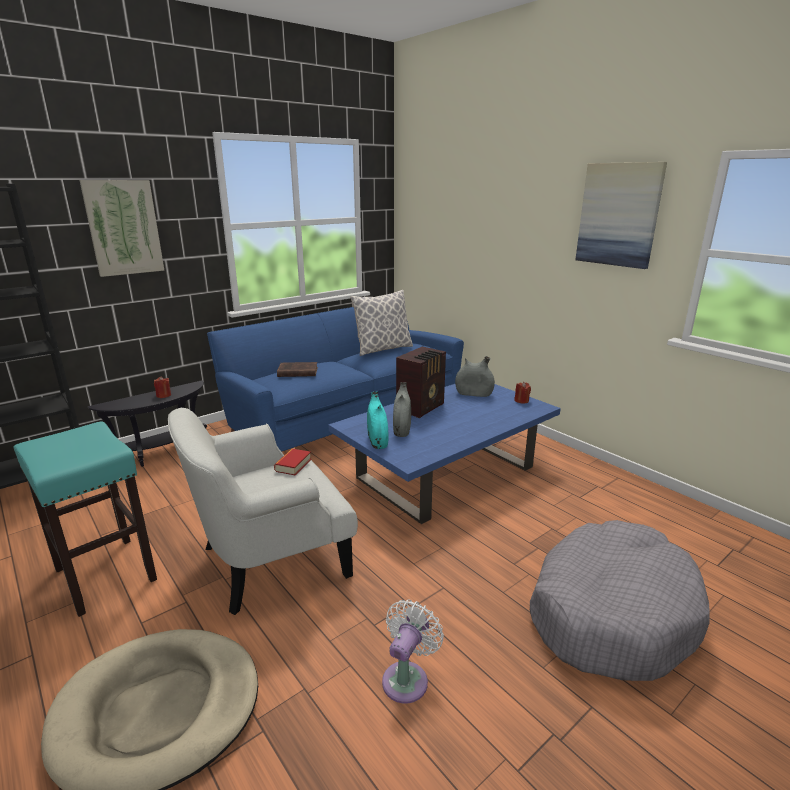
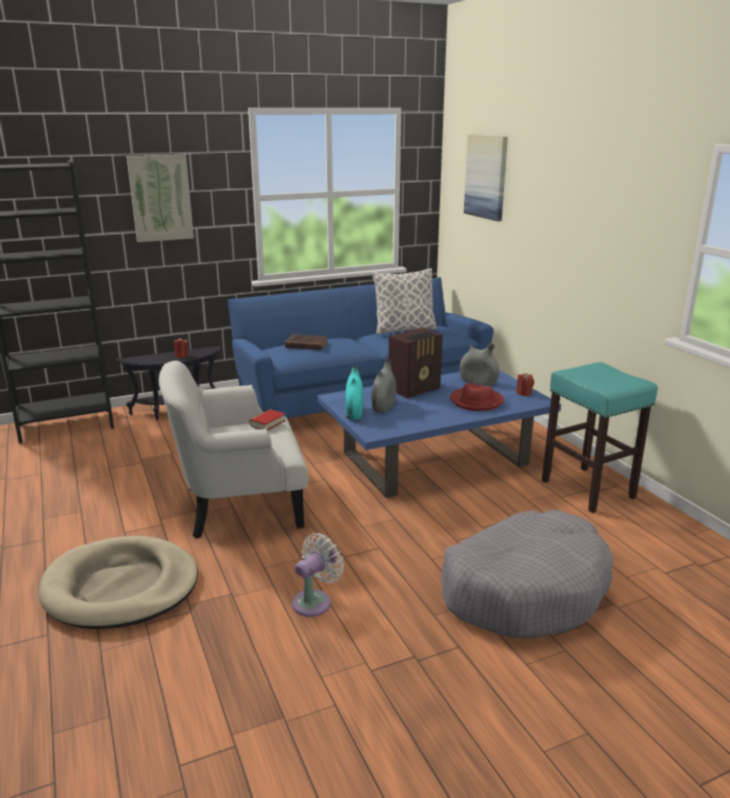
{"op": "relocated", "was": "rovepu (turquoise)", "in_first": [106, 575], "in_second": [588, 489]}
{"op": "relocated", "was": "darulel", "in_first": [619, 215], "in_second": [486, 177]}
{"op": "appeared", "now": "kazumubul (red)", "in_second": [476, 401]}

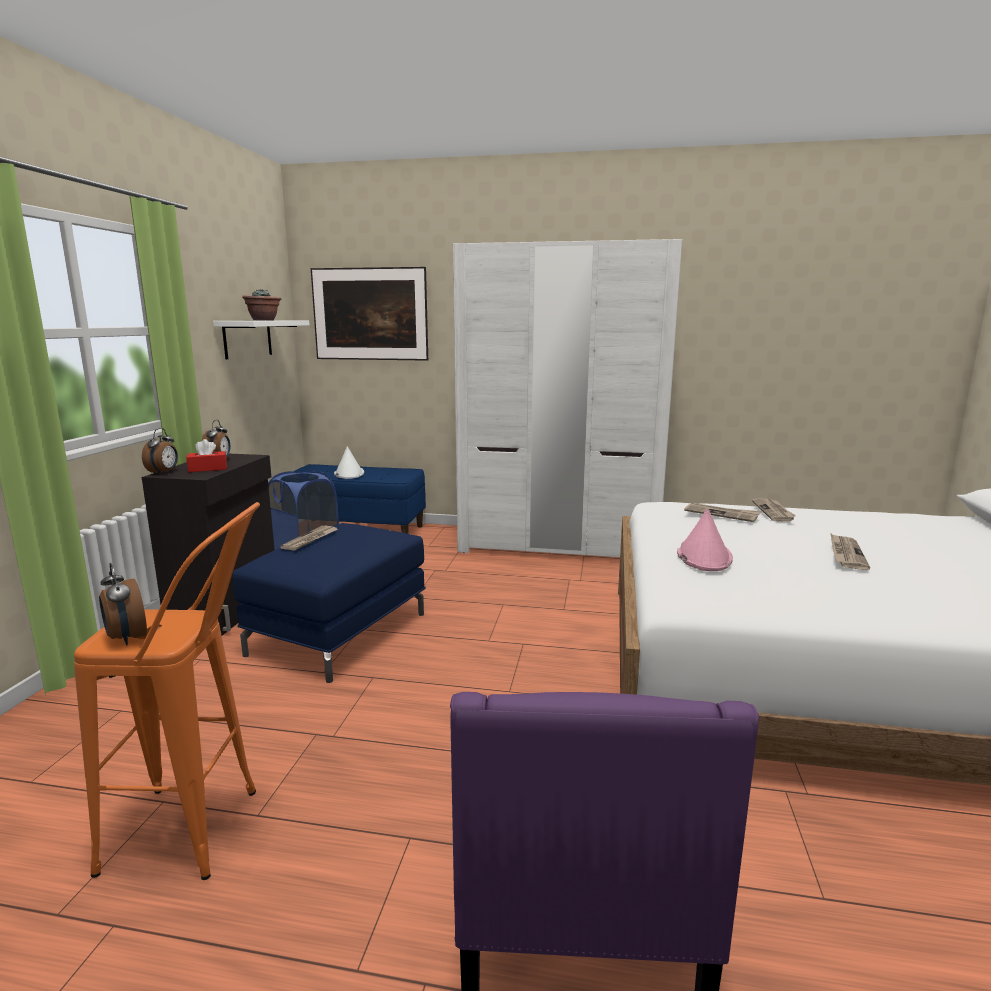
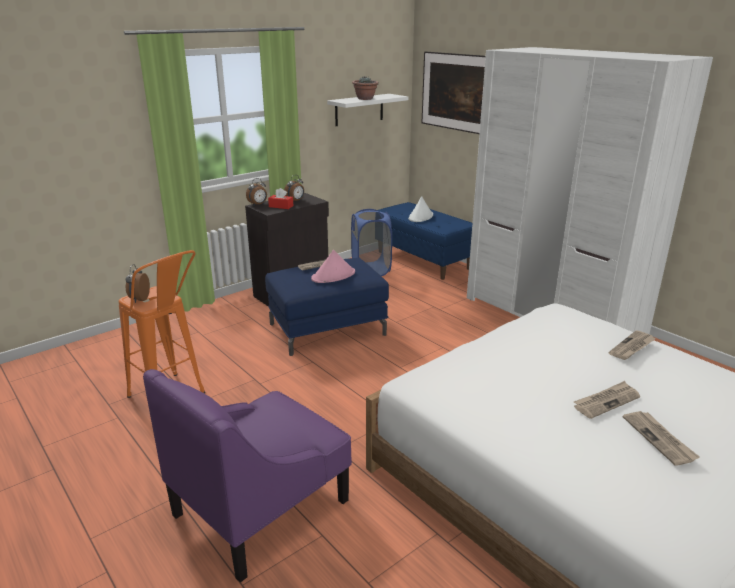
{"op": "relocated", "was": "kazumubul (pink)", "in_first": [703, 556], "in_second": [333, 276]}
{"op": "relocated", "was": "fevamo", "in_first": [722, 514], "in_second": [659, 439]}

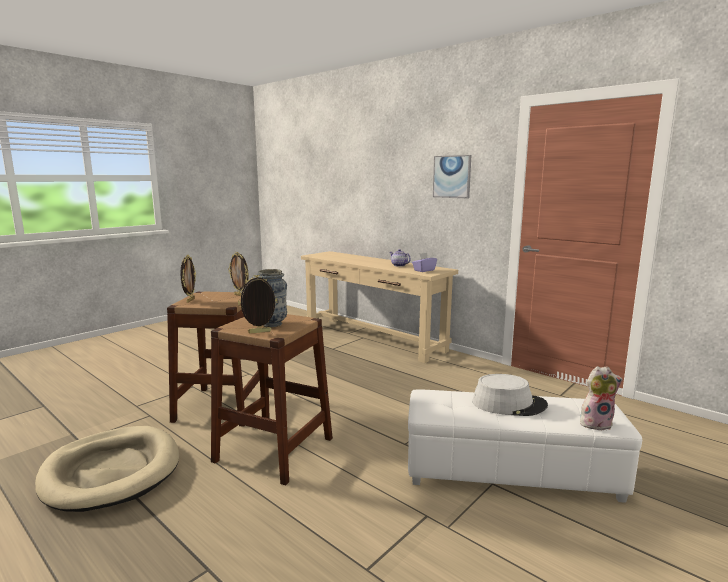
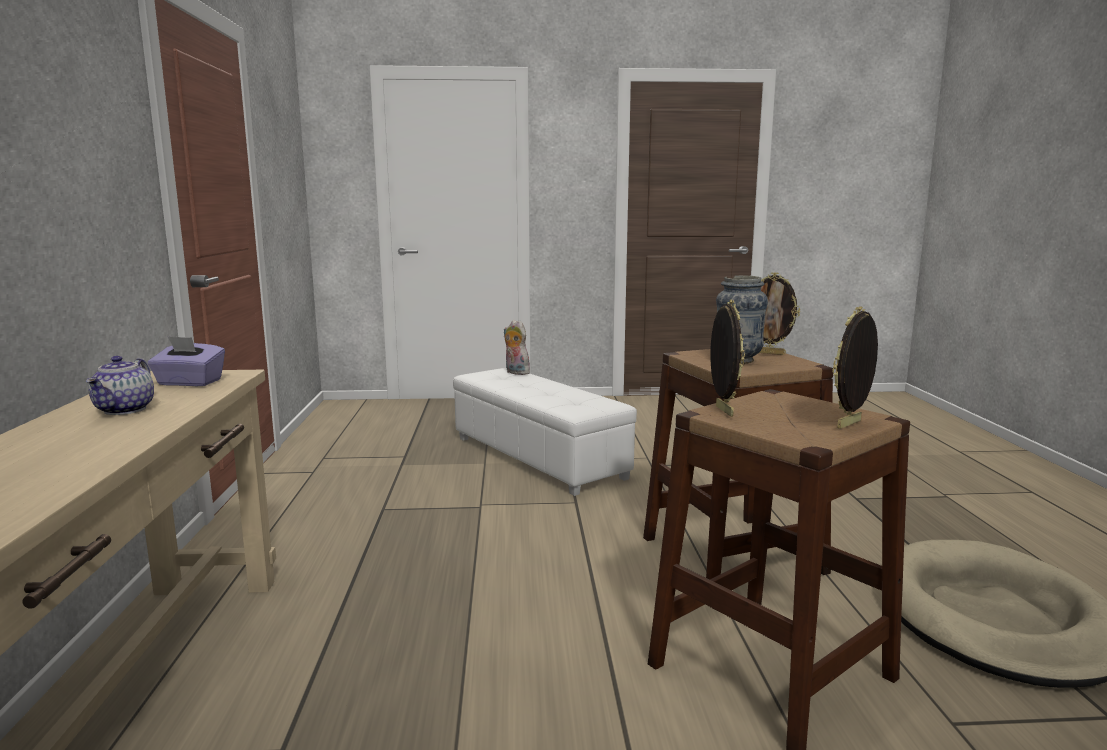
{"op": "missing", "was": "darulel", "in_first": [452, 176]}
{"op": "missing", "was": "kazumubul (grey)", "in_first": [509, 404]}

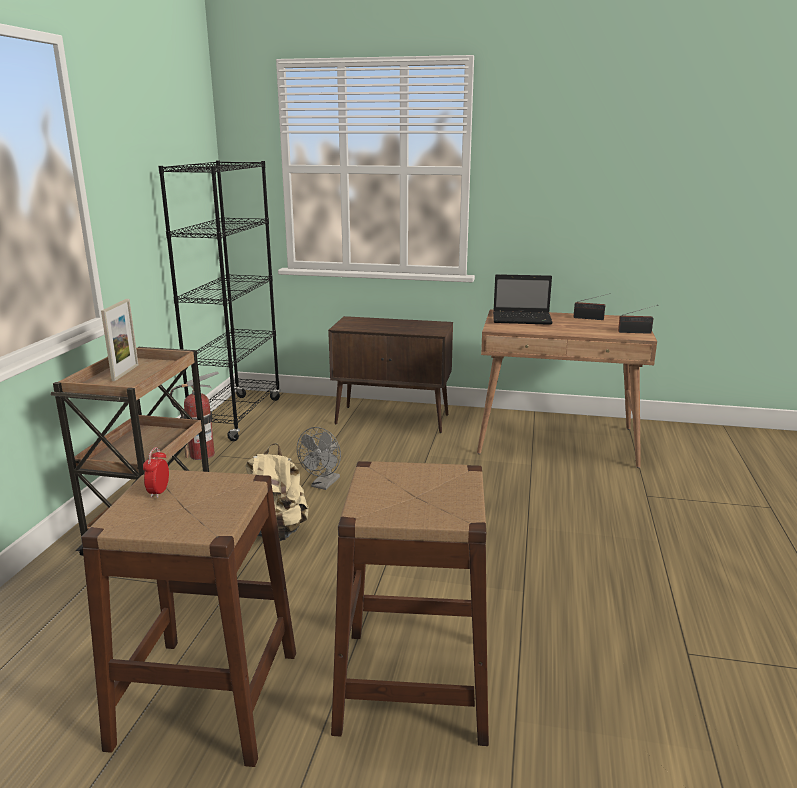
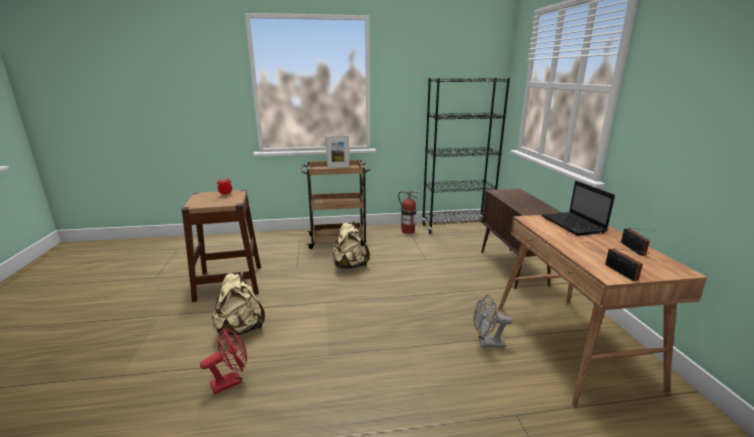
{"op": "relocated", "was": "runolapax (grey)", "in_first": [323, 485], "in_second": [487, 343]}
{"op": "exchanged", "was": "rovepu (brown)", "now": "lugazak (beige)", "in_first": [413, 683], "in_second": [240, 329]}
{"op": "appeared", "now": "runolapax (red)", "in_second": [231, 381]}

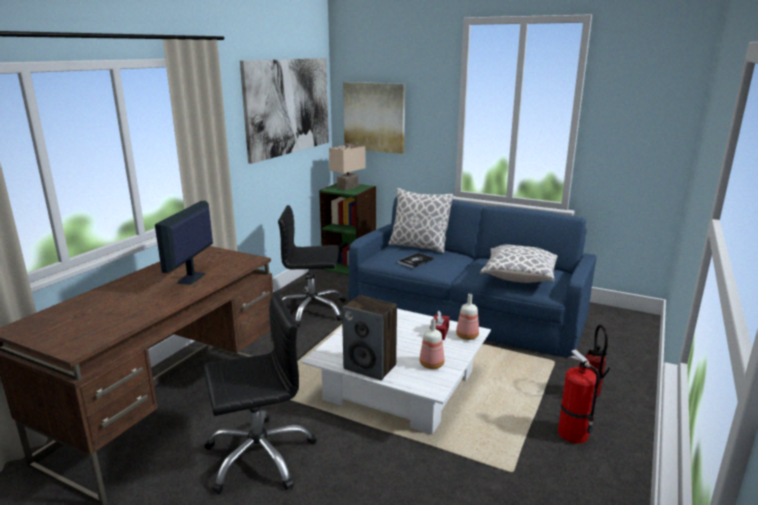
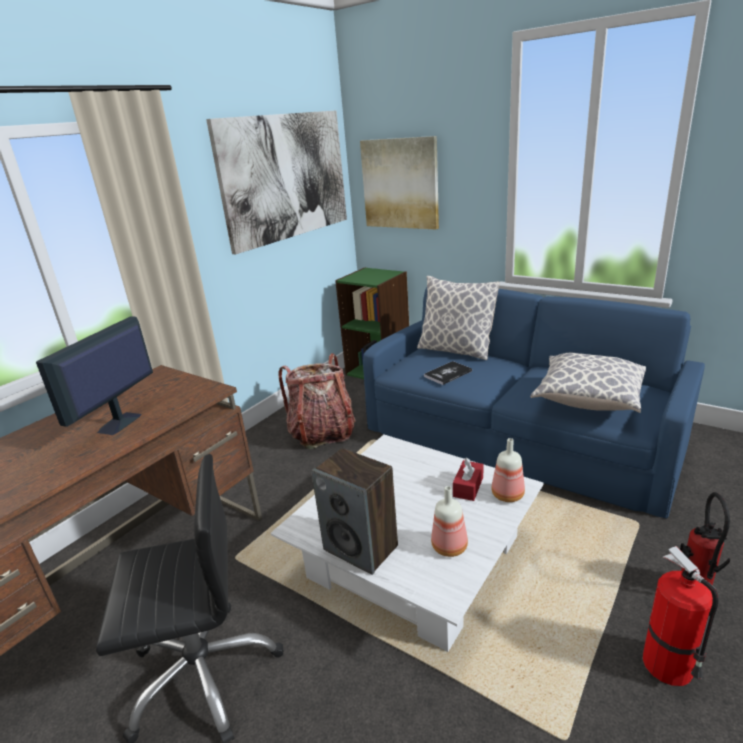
{"op": "exchanged", "was": "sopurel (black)", "now": "lugazak", "in_first": [312, 310], "in_second": [322, 433]}
{"op": "missing", "was": "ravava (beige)", "in_first": [348, 187]}

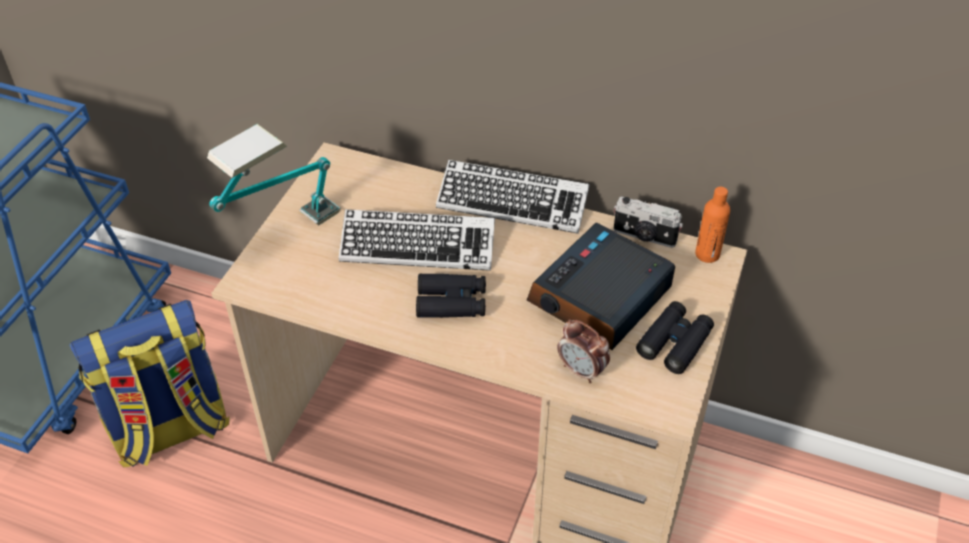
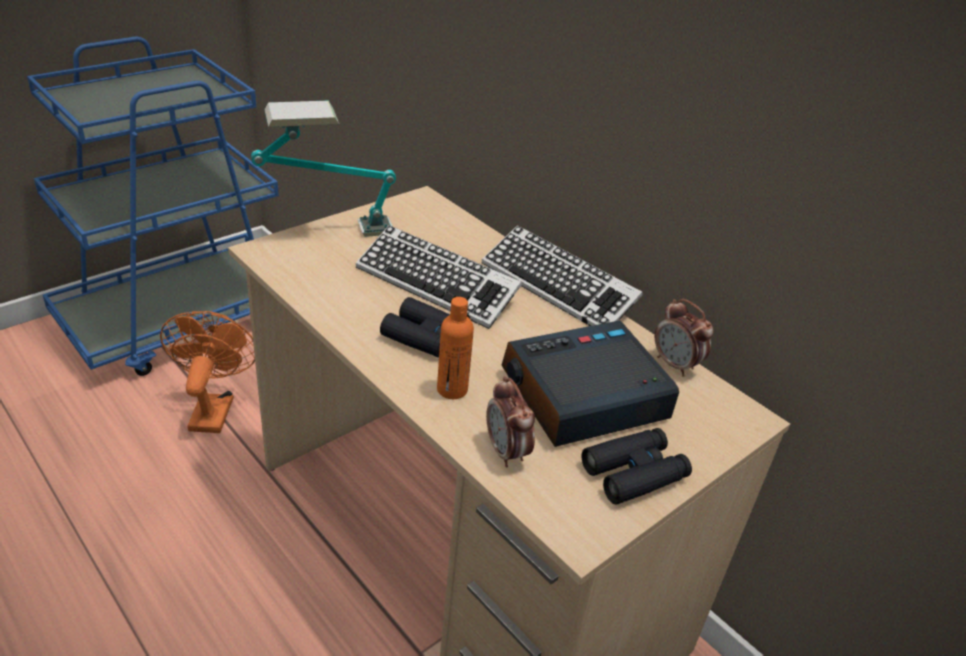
{"op": "exchanged", "was": "lugazak", "now": "runolapax (orange)", "in_first": [170, 430], "in_second": [213, 408]}
{"op": "exchanged", "was": "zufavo", "now": "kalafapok", "in_first": [644, 236], "in_second": [675, 365]}
{"op": "relocated", "was": "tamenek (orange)", "in_first": [707, 254], "in_second": [452, 389]}

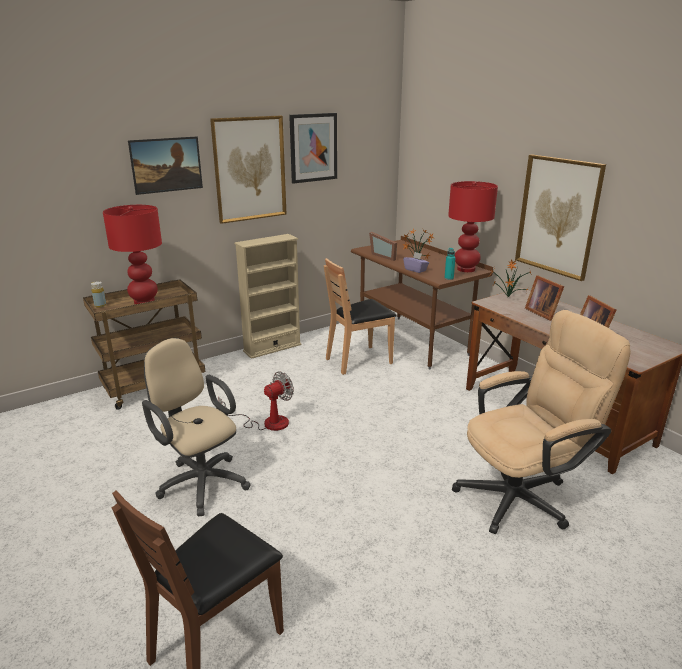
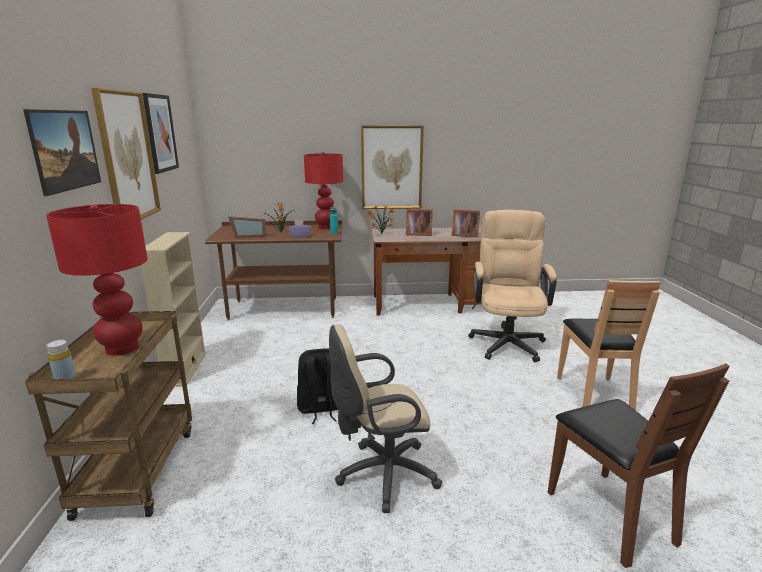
{"op": "exchanged", "was": "runolapax", "now": "lugazak (black)", "in_first": [267, 422], "in_second": [321, 408]}
{"op": "relocated", "was": "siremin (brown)", "in_first": [359, 360], "in_second": [594, 395]}

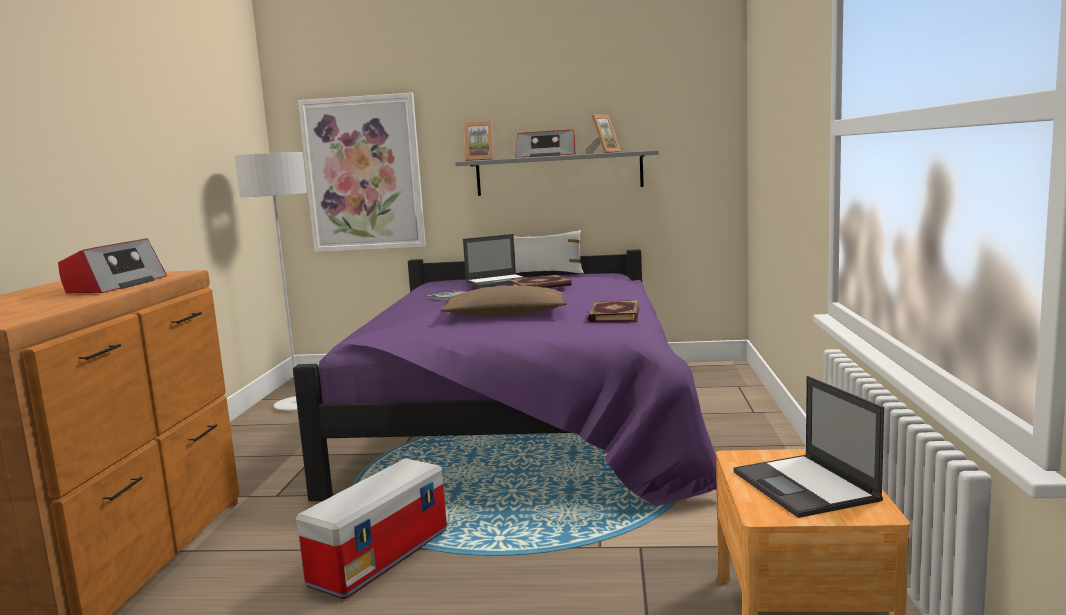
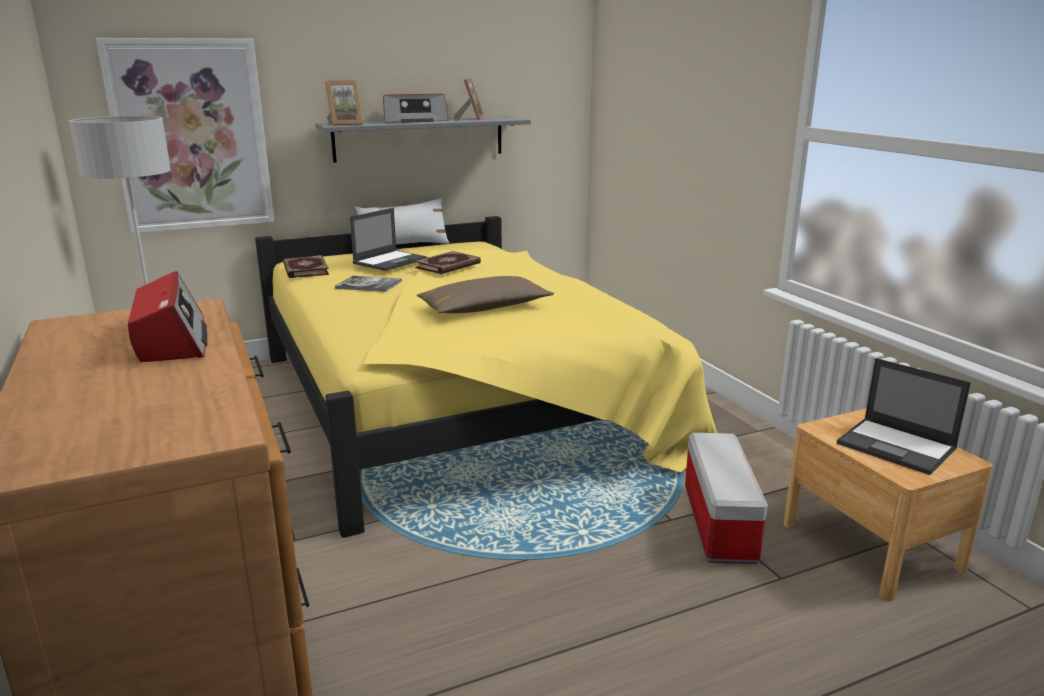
{"op": "colour", "was": "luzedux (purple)", "now": "luzedux (yellow)", "in_first": [525, 421], "in_second": [459, 404]}
{"op": "relocated", "was": "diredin", "in_first": [381, 556], "in_second": [717, 522]}
{"op": "relocated", "was": "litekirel", "in_first": [613, 315], "in_second": [305, 269]}

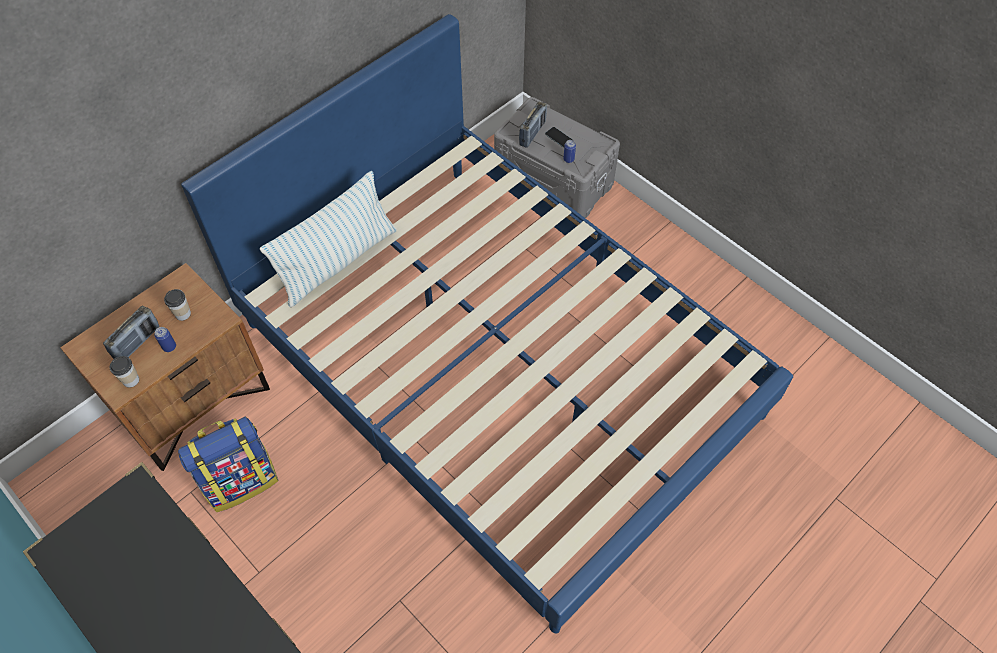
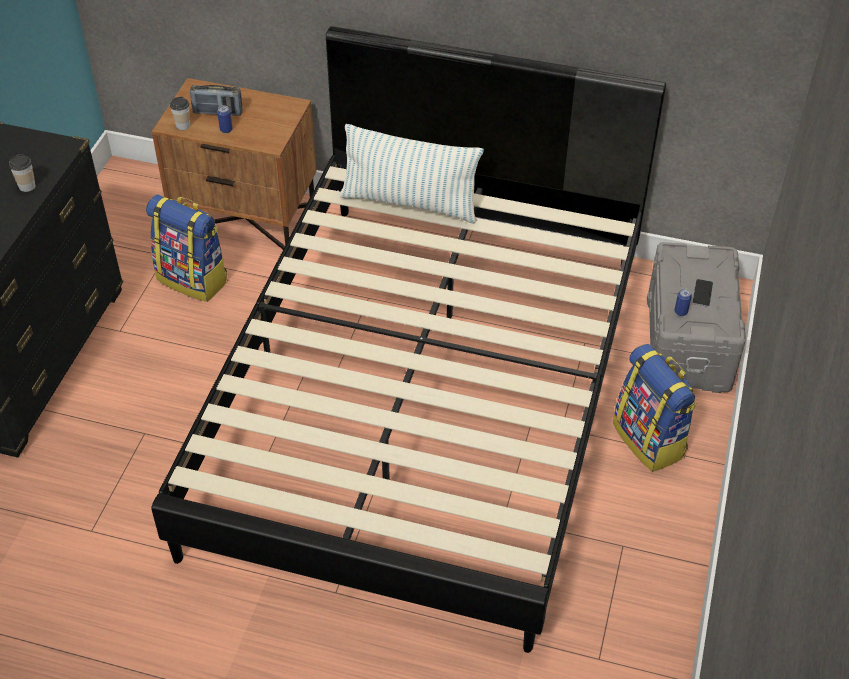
{"op": "relocated", "was": "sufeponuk", "in_first": [183, 314], "in_second": [27, 186]}
{"op": "colour", "was": "luzedux (blue)", "now": "luzedux (black)", "in_first": [498, 366], "in_second": [425, 397]}
{"op": "missing", "was": "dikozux", "in_first": [532, 133]}
{"op": "appeared", "now": "lugazak", "in_second": [650, 440]}

